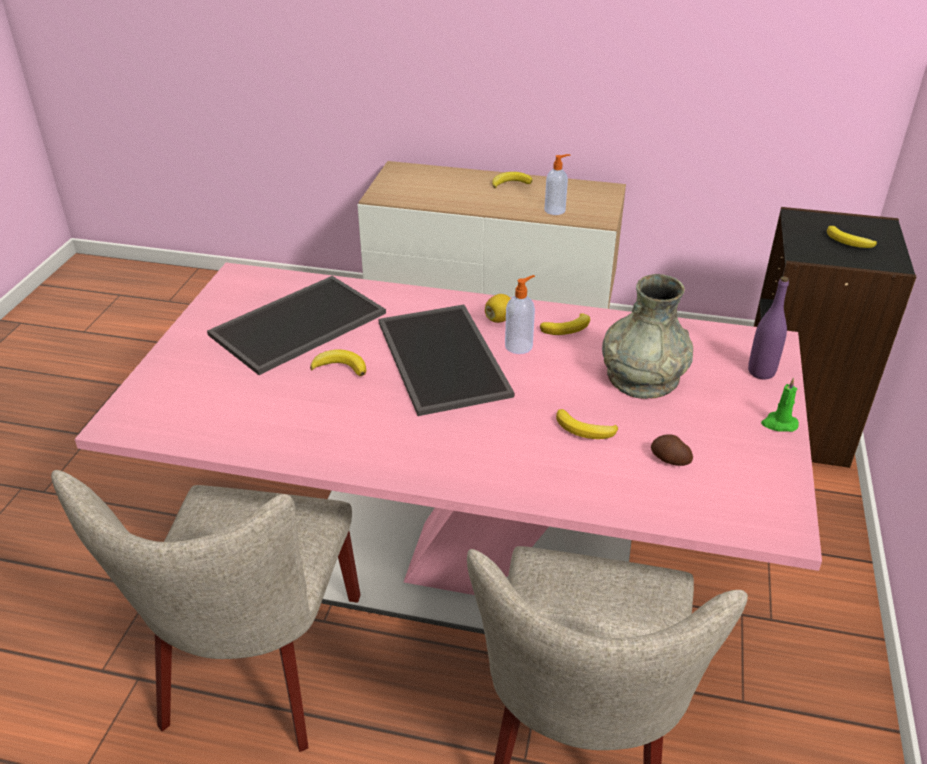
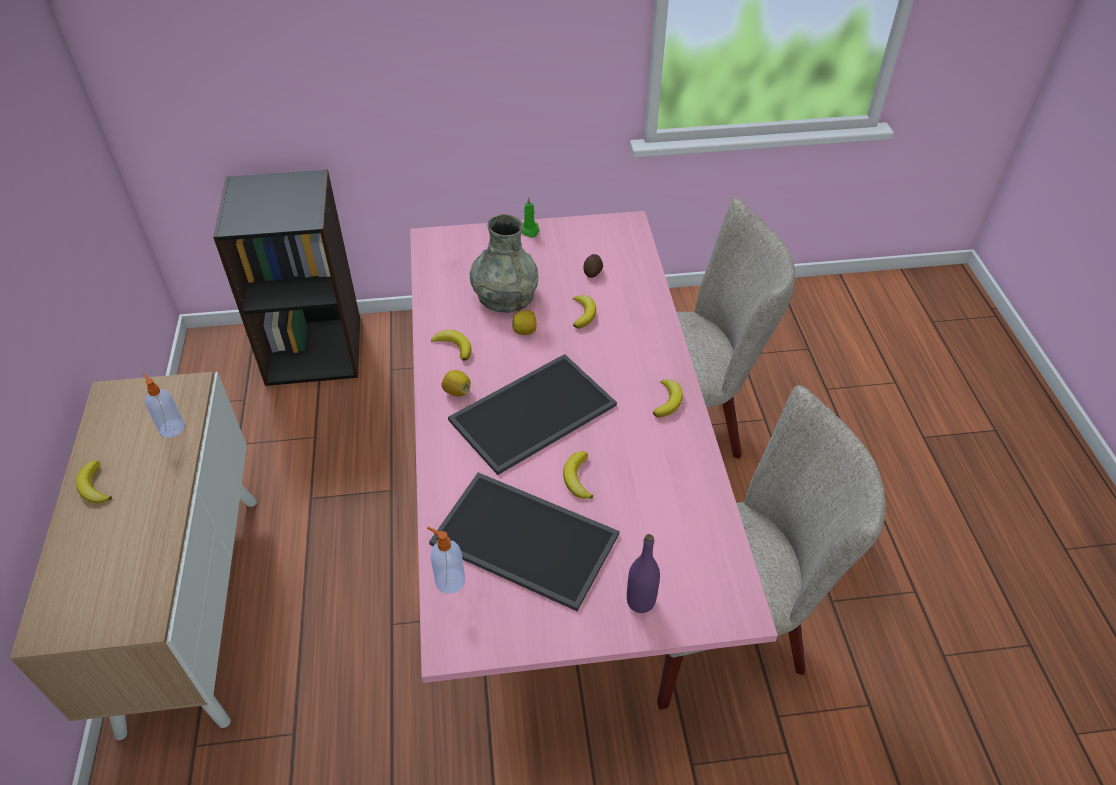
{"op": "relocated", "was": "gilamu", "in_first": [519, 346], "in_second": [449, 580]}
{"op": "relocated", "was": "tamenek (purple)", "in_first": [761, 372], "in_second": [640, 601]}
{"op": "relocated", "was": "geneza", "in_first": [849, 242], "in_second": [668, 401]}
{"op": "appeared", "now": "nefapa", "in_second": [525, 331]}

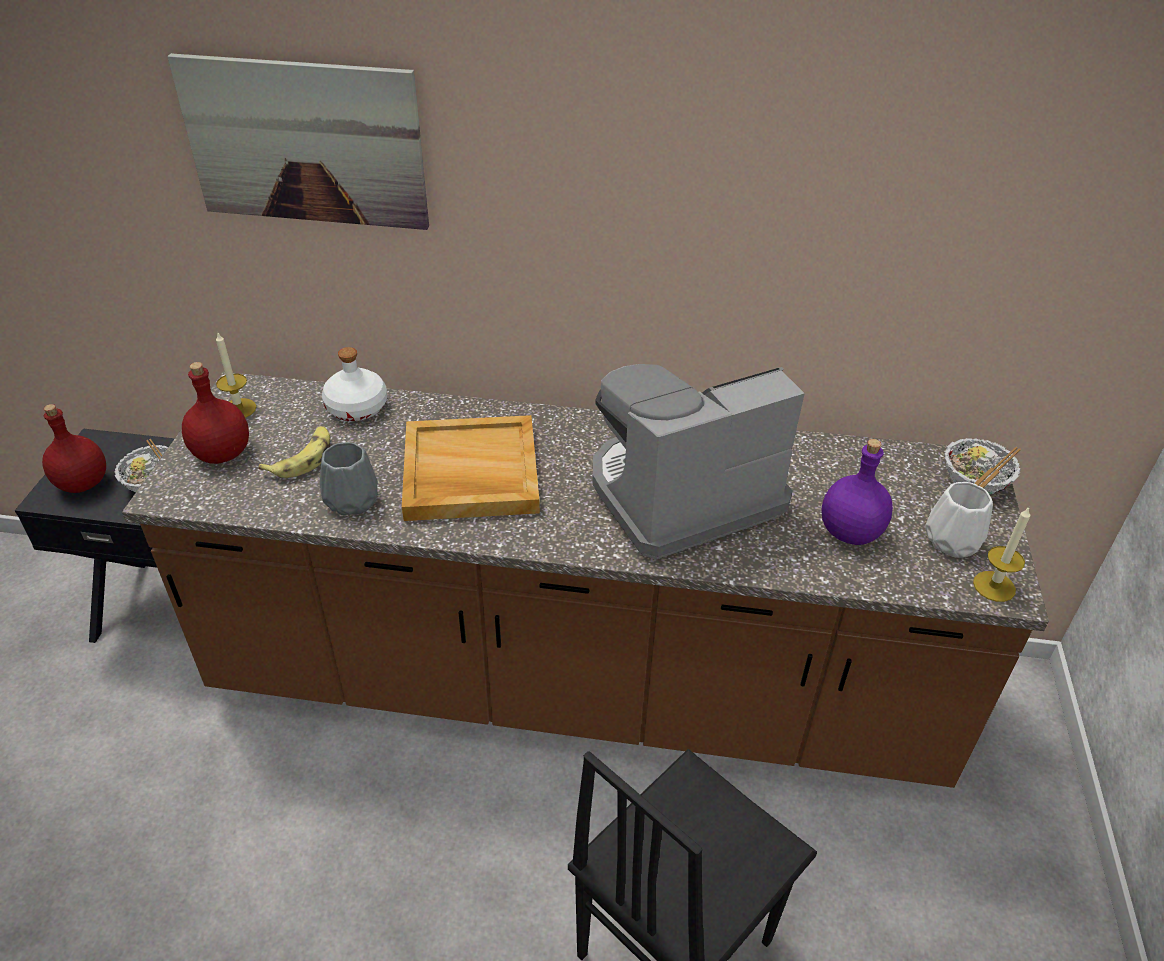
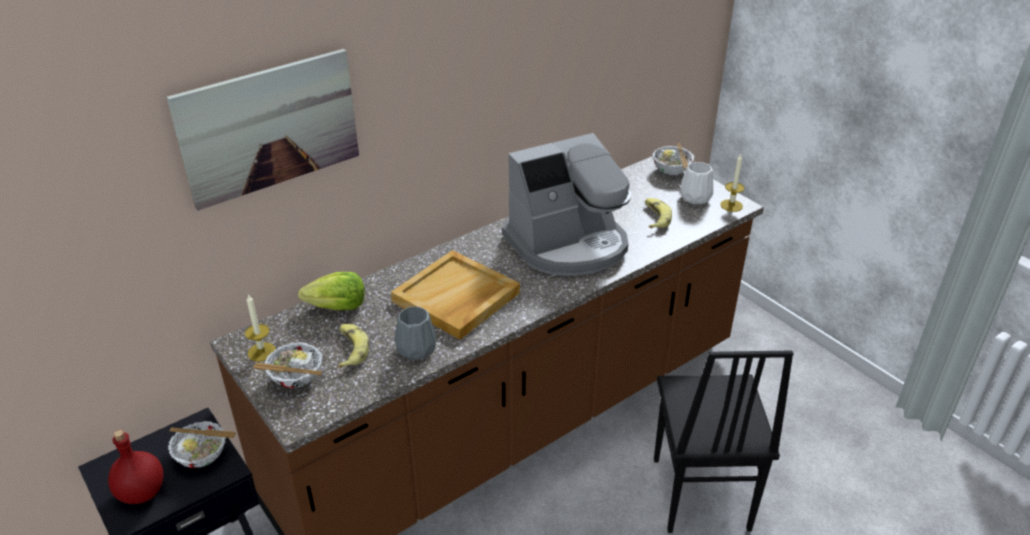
{"op": "exchanged", "was": "tamenek (red)", "now": "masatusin", "in_first": [222, 454], "in_second": [296, 379]}
{"op": "exchanged", "was": "tamenek (white)", "now": "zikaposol", "in_first": [356, 408], "in_second": [337, 307]}
{"op": "spun", "was": "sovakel", "in_first": [681, 494], "in_second": [568, 245], "clockwise": -135}
{"op": "exchanged", "was": "tamenek (purple)", "now": "geneza", "in_first": [849, 531], "in_second": [655, 217]}

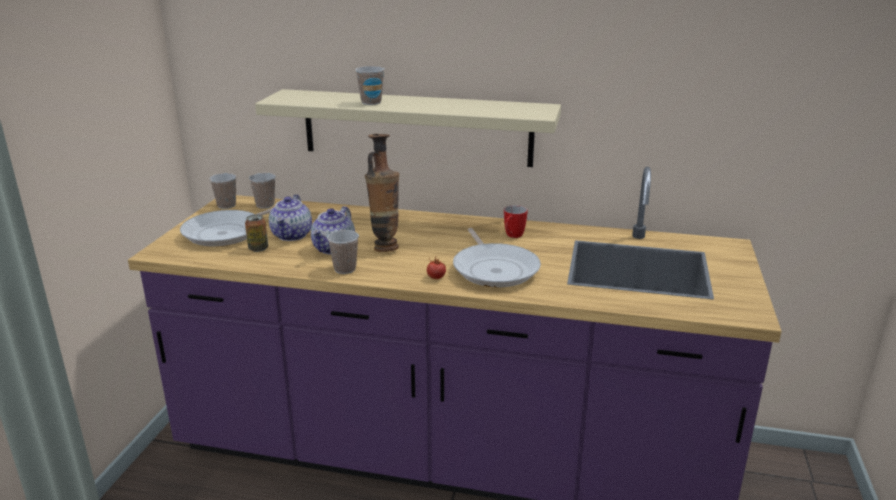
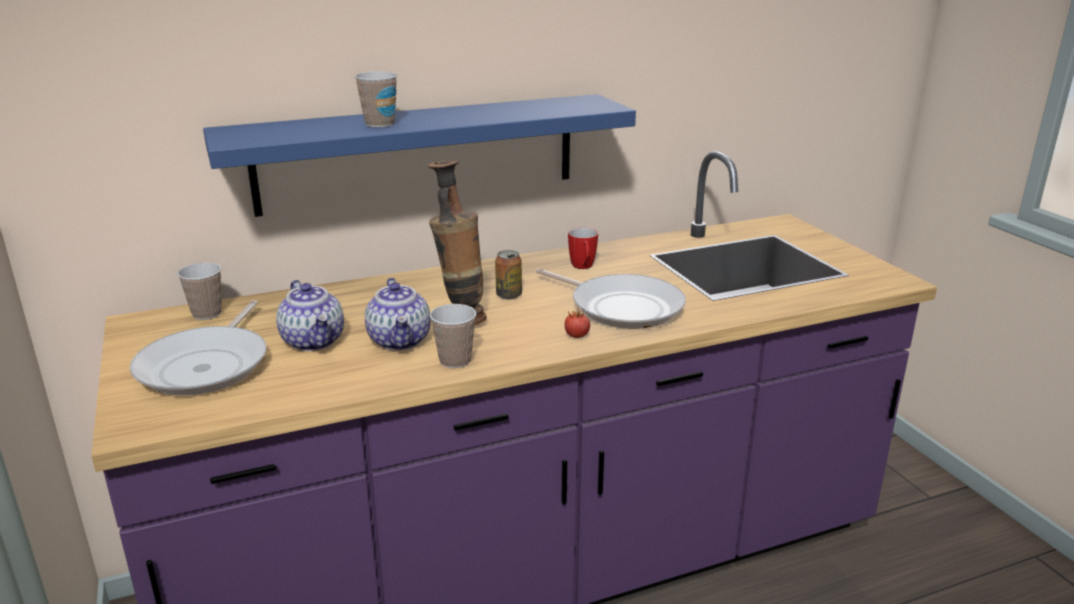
{"op": "missing", "was": "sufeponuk", "in_first": [226, 205]}
{"op": "relocated", "was": "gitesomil", "in_first": [258, 248], "in_second": [509, 295]}
{"op": "colour", "was": "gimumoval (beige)", "now": "gimumoval (blue)", "in_first": [416, 127], "in_second": [418, 153]}

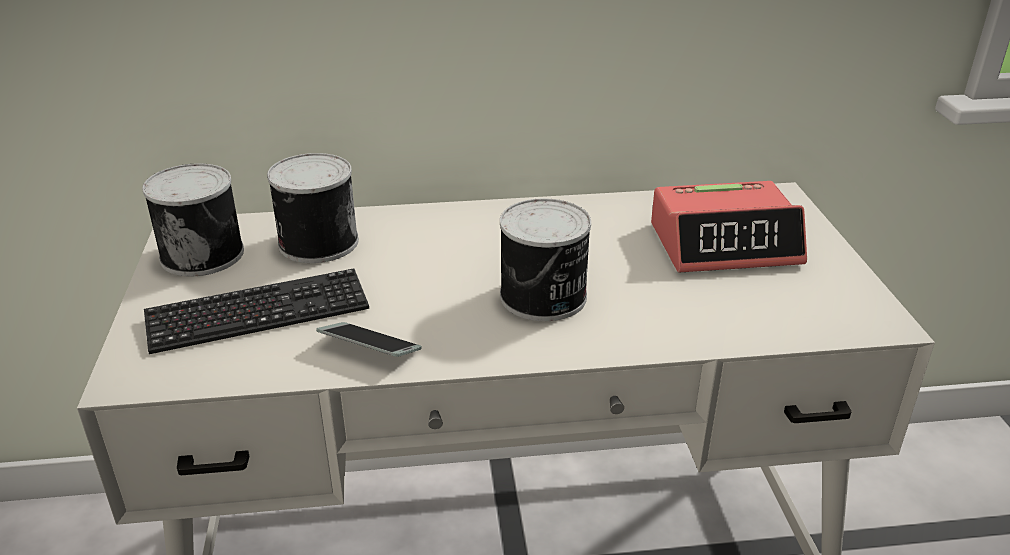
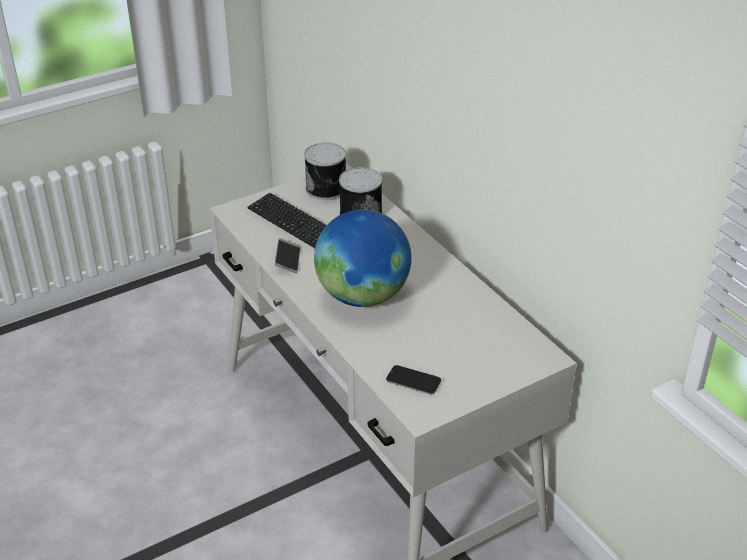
{"op": "exchanged", "was": "gitesomil", "now": "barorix", "in_first": [544, 297], "in_second": [362, 296]}
{"op": "missing", "was": "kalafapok", "in_first": [725, 244]}
{"op": "appeared", "now": "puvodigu", "in_second": [413, 381]}

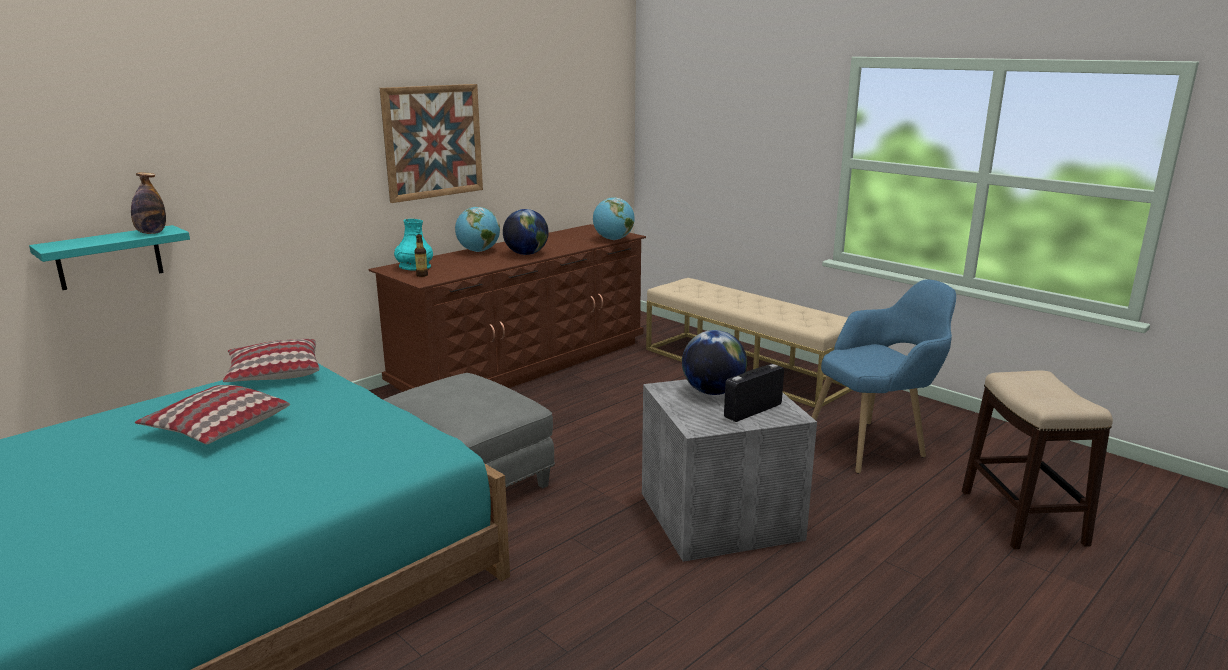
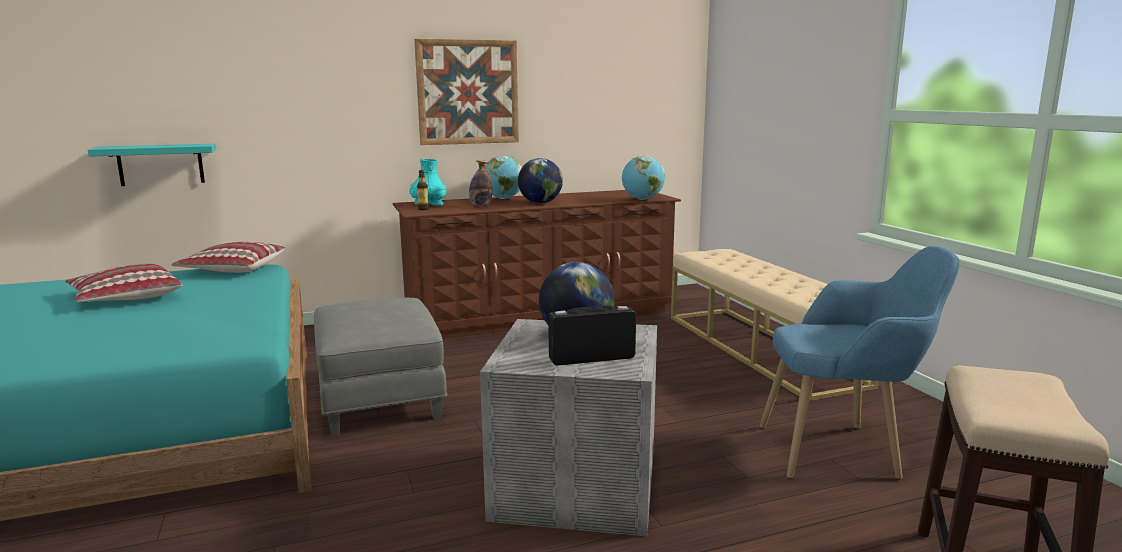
{"op": "relocated", "was": "tamenek", "in_first": [151, 233], "in_second": [480, 206]}

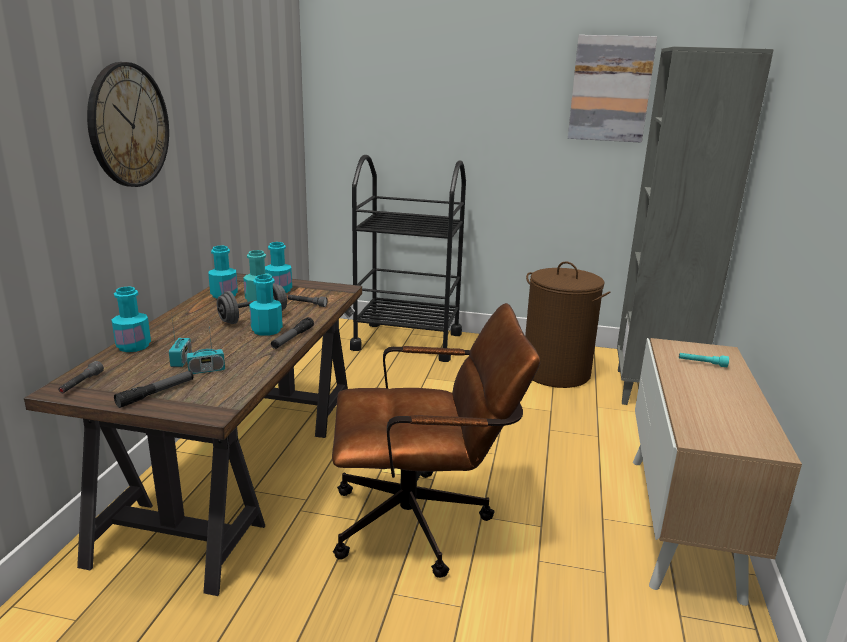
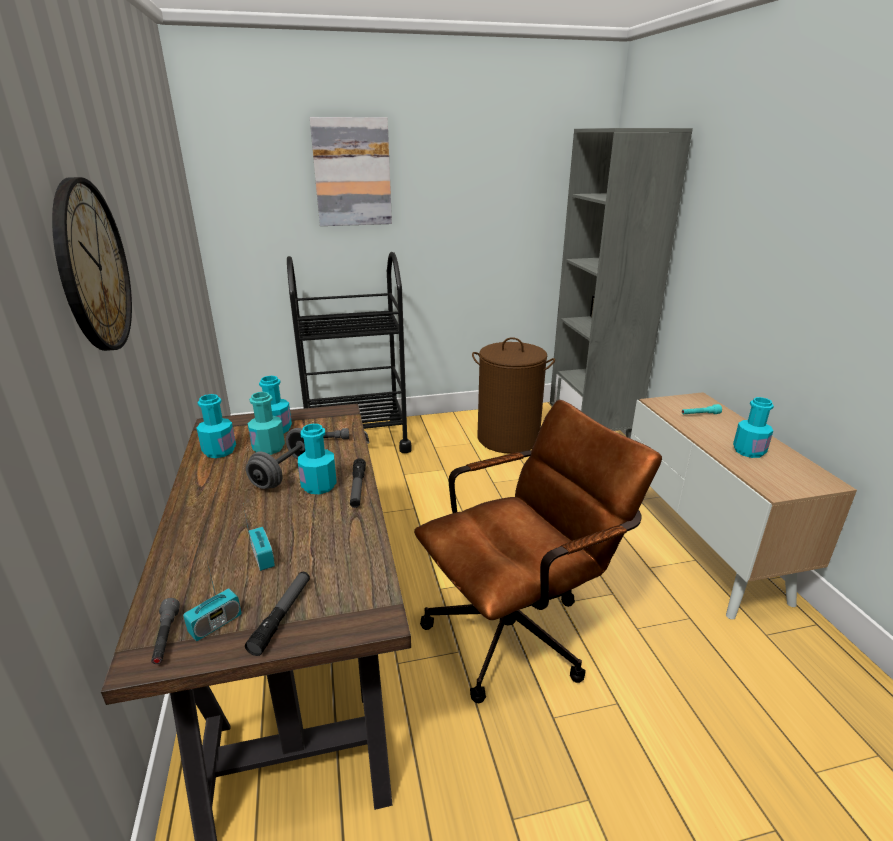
{"op": "relocated", "was": "tamenek (turquoise)", "in_first": [133, 346], "in_second": [748, 451]}
{"op": "relocated", "was": "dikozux", "in_first": [206, 370], "in_second": [215, 624]}
{"op": "relocated", "was": "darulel", "in_first": [610, 89], "in_second": [352, 172]}

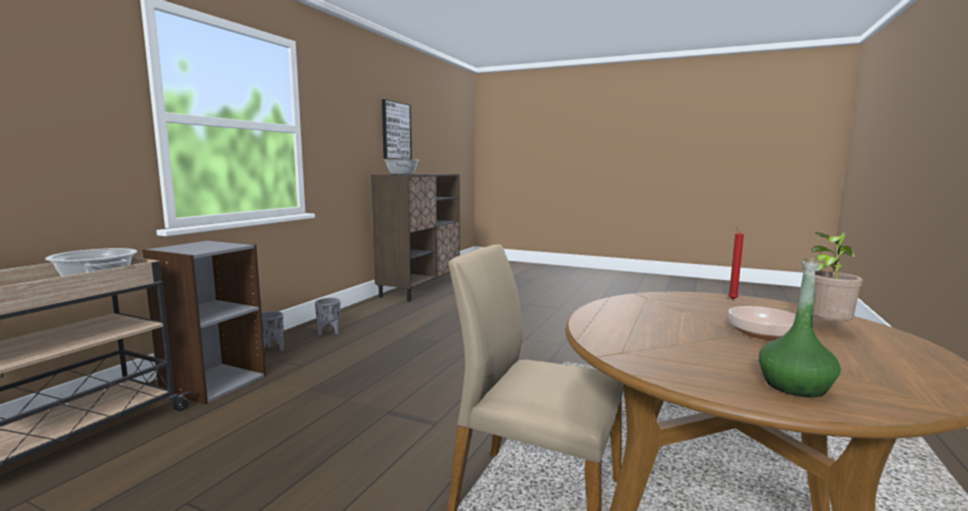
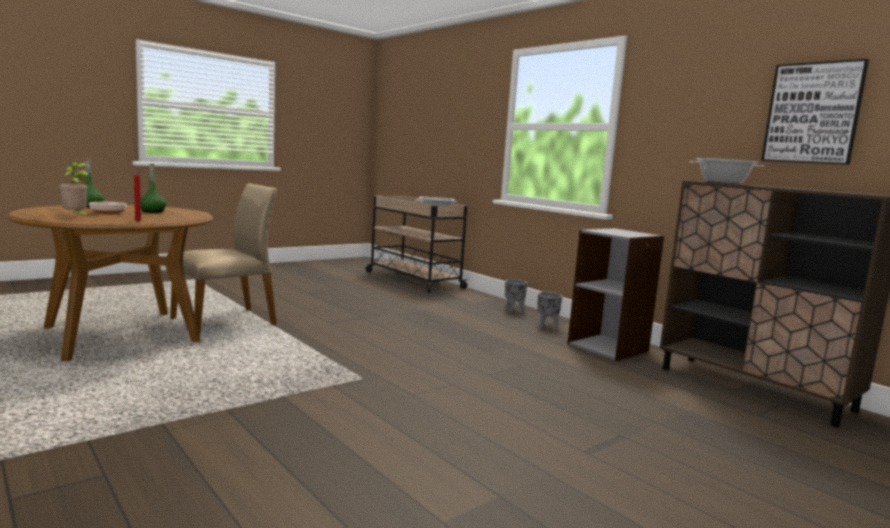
{"op": "relocated", "was": "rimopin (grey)", "in_first": [213, 382], "in_second": [608, 347]}
{"op": "appeared", "now": "tamenek (green)", "in_second": [152, 211]}

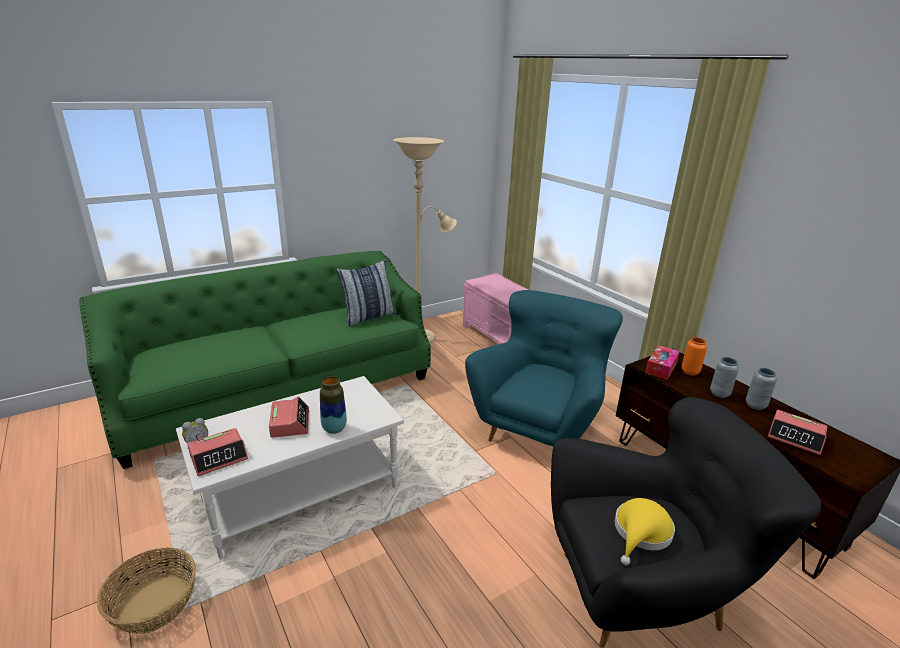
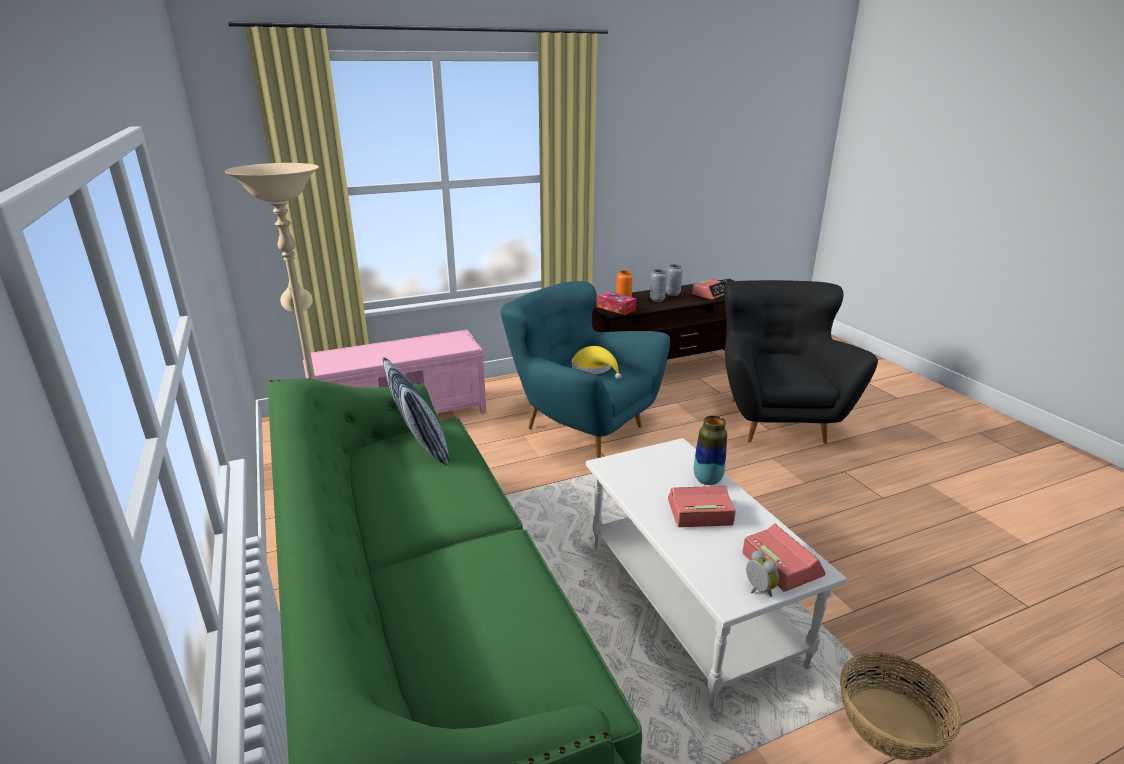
{"op": "relocated", "was": "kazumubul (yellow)", "in_first": [641, 533], "in_second": [594, 368]}

